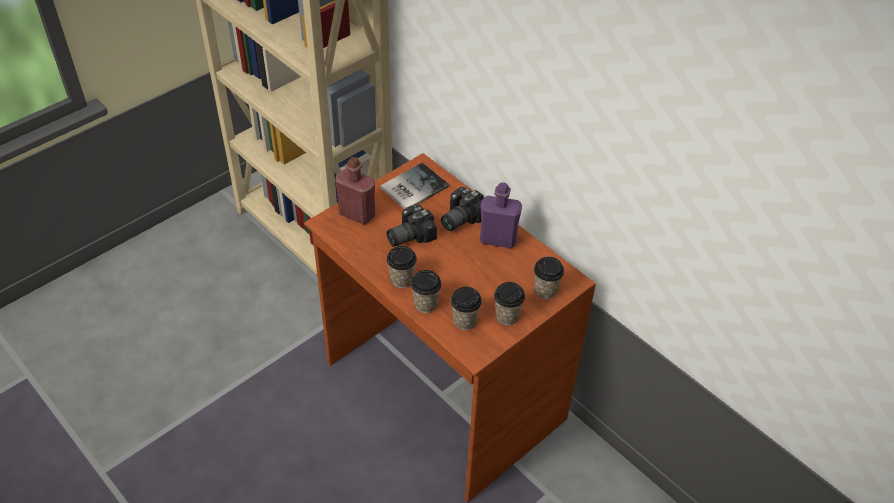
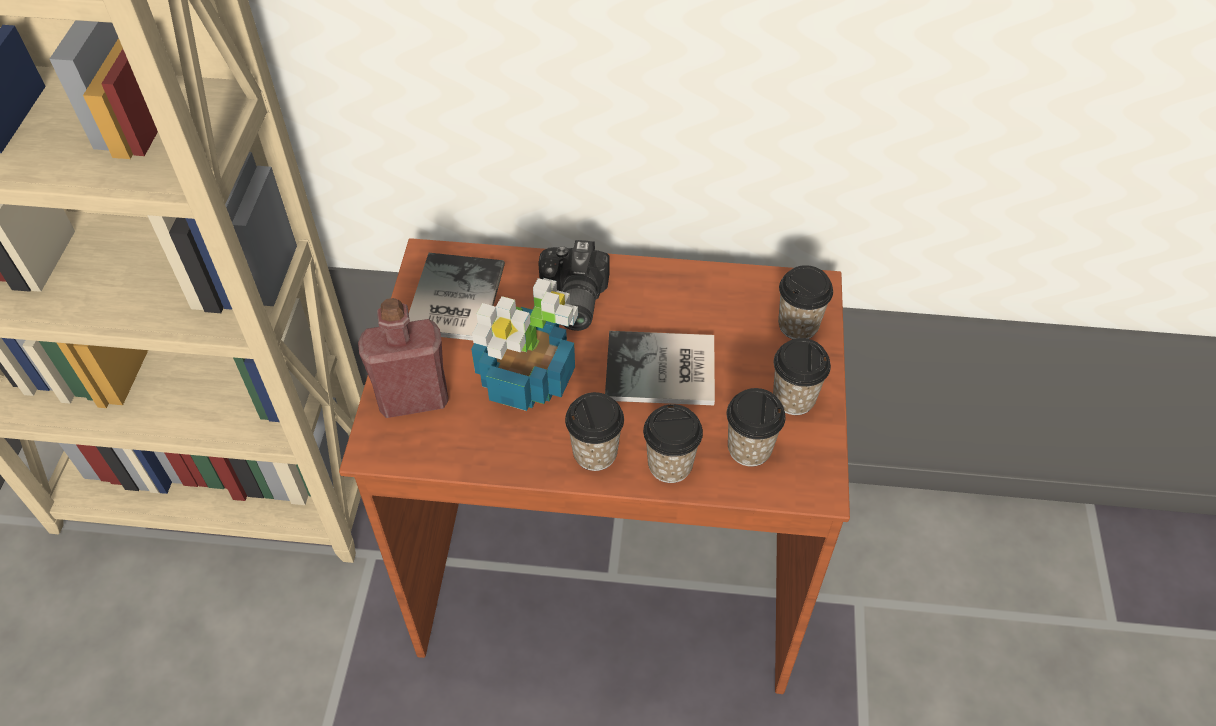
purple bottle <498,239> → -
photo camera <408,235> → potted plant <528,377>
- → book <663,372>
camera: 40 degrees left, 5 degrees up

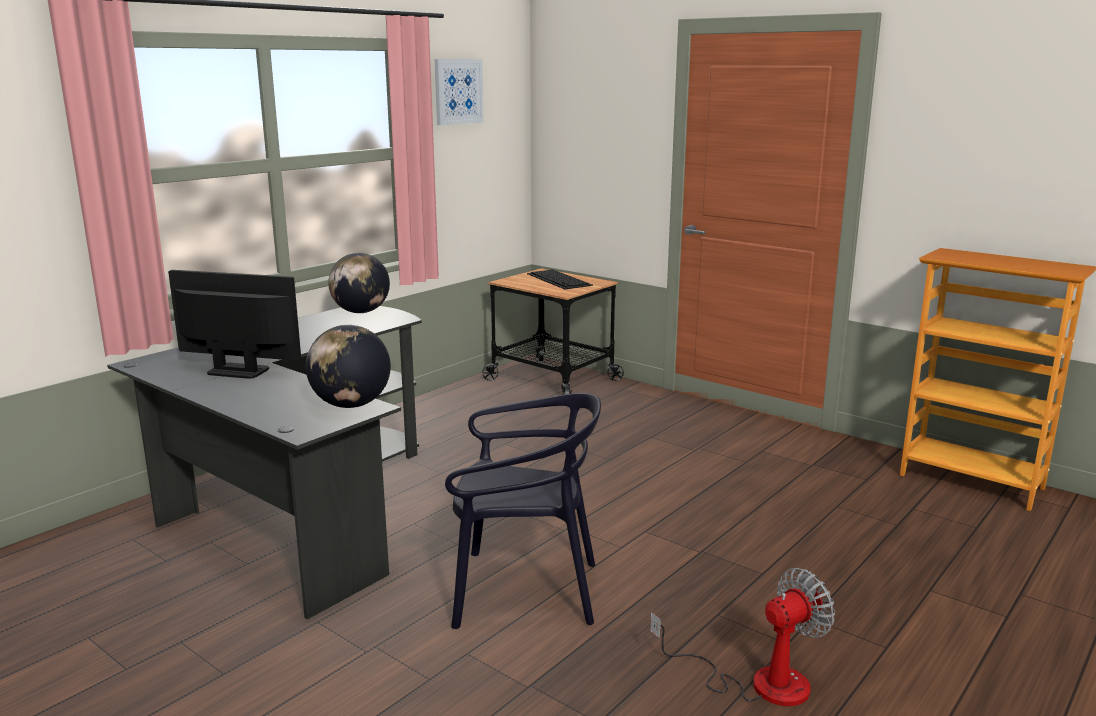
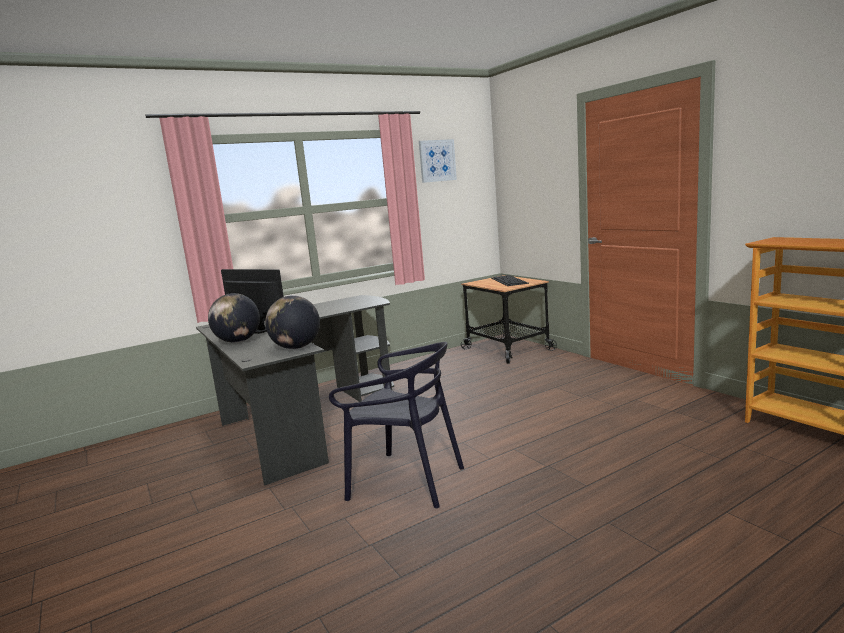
globe <361,312> → globe <238,341>, relocated
fan <758,682> → -
camera: 20 degrees right, 5 degrees down

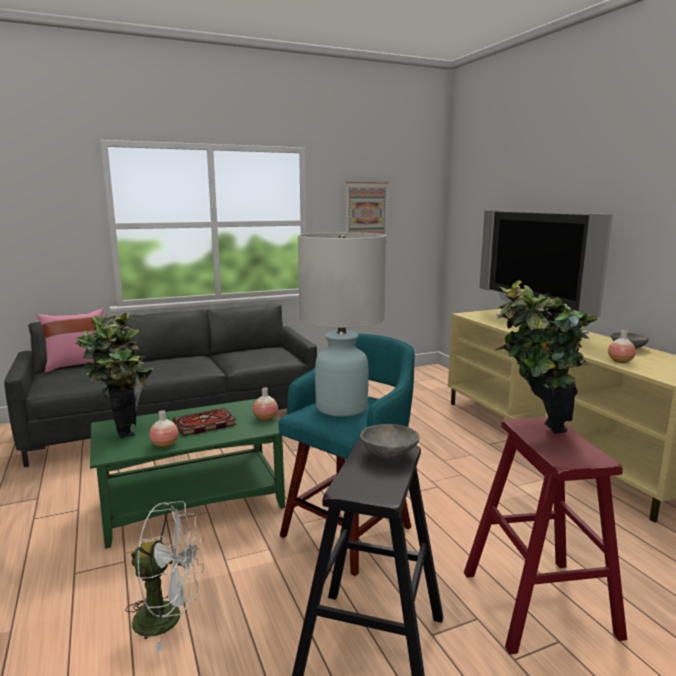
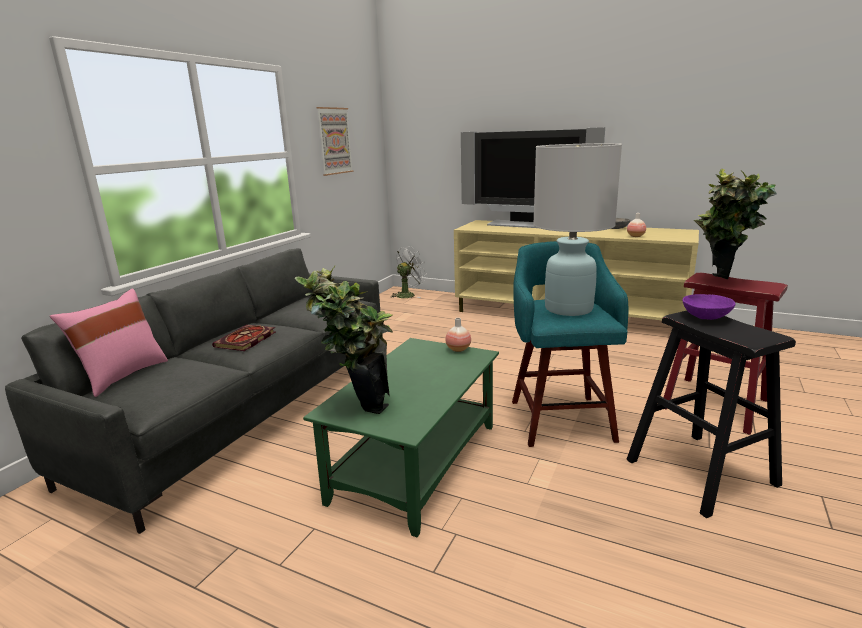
book <203,424> → book <245,340>, relocated
vase <164,445> → -
grey bowl <390,454> → purple bowl <706,317>
white fan <168,618> → white fan <408,294>, relocated
camera: 40 degrees left, 5 degrees up

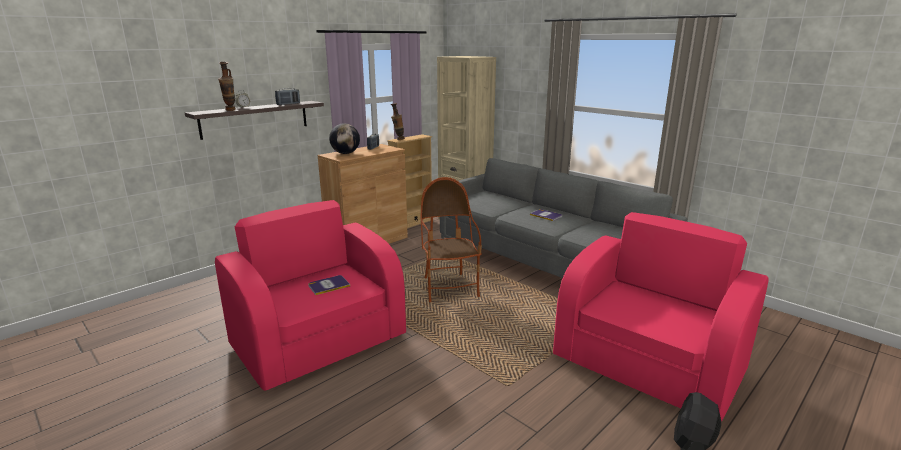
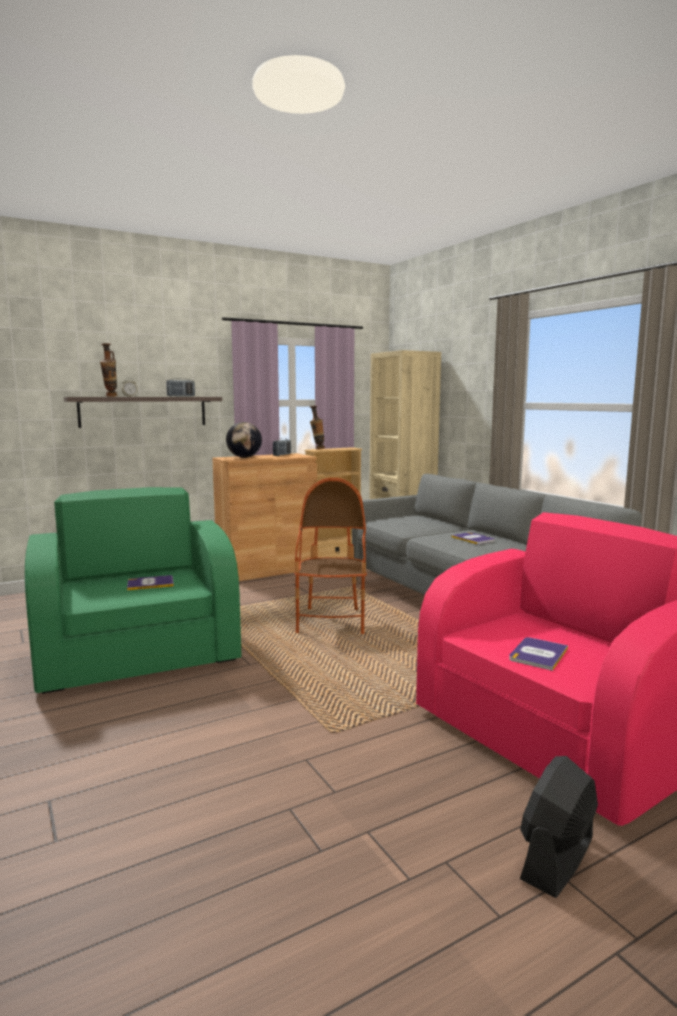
pink armchair <320,340> → green armchair <139,656>
- → book <538,654>
camera: 15 degrees right, 10 degrees down

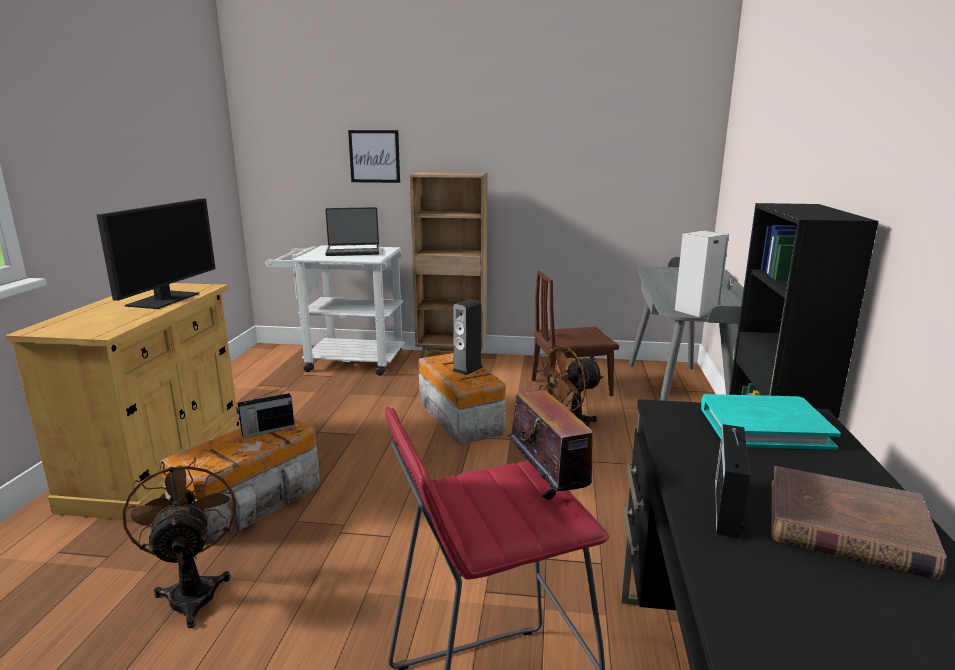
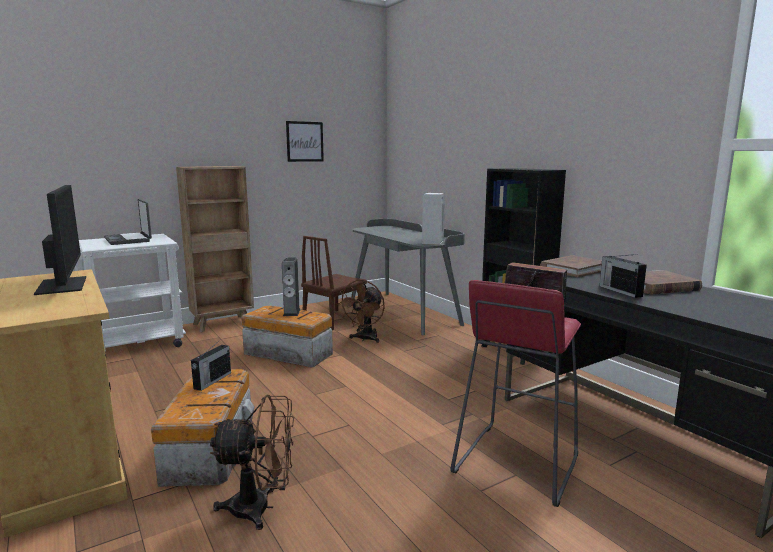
picture <374,156> → picture <304,141>, relocated
laptop <353,251> → laptop <129,240>, 105 degrees clockwise
turquoise book <764,427> → brown book <573,269>
brown fan <193,590> → brown fan <261,508>, 150 degrees clockwise
camera: 40 degrees left, 5 degrees down

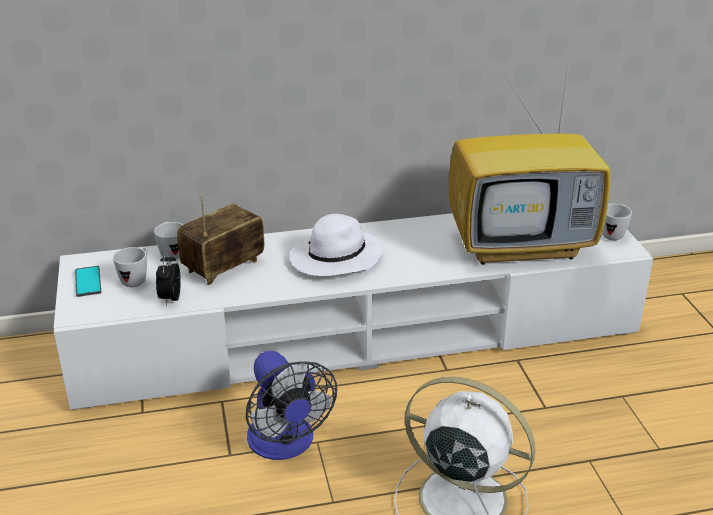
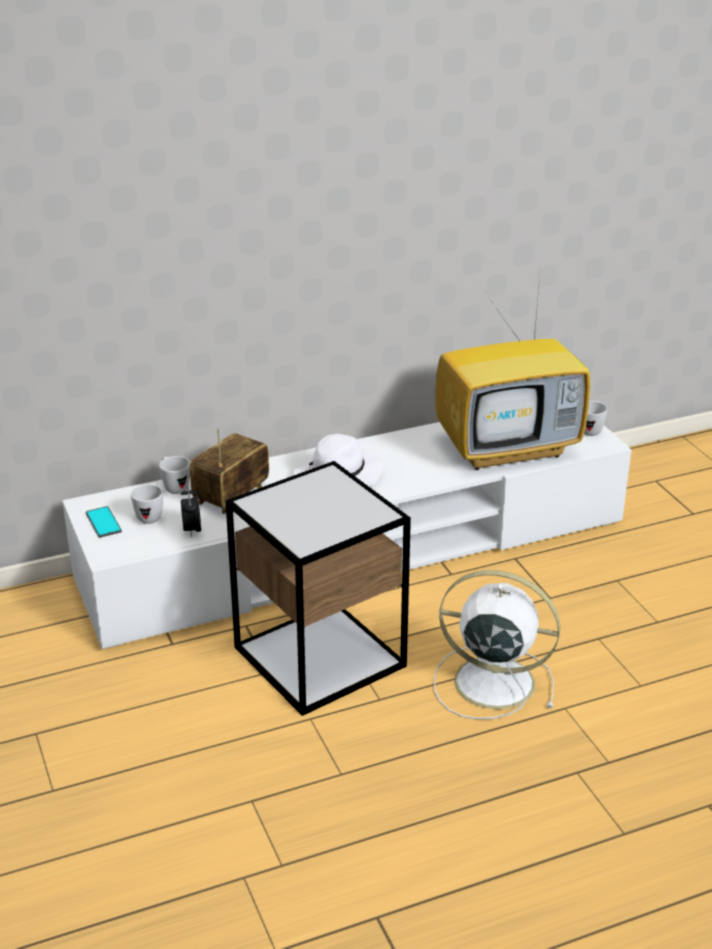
fan <285,444> → side table <319,656>
camera: 10 degrees left, 0 degrees up

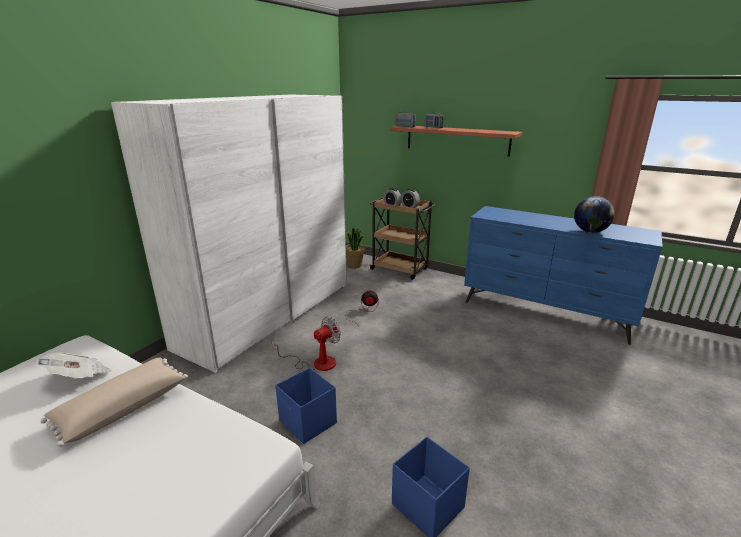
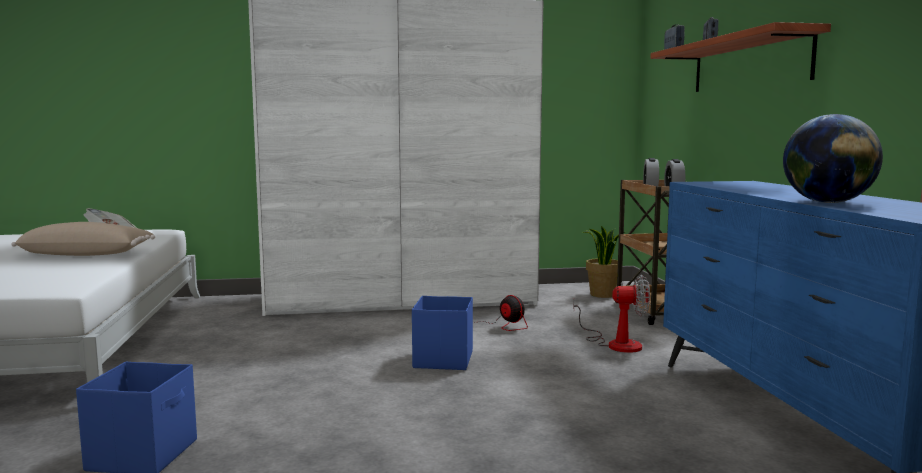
fan <316,363> → fan <616,343>, relocated
blue storage box <308,422> → blue storage box <442,360>, relocated
camera: 50 degrees right, 15 degrees down

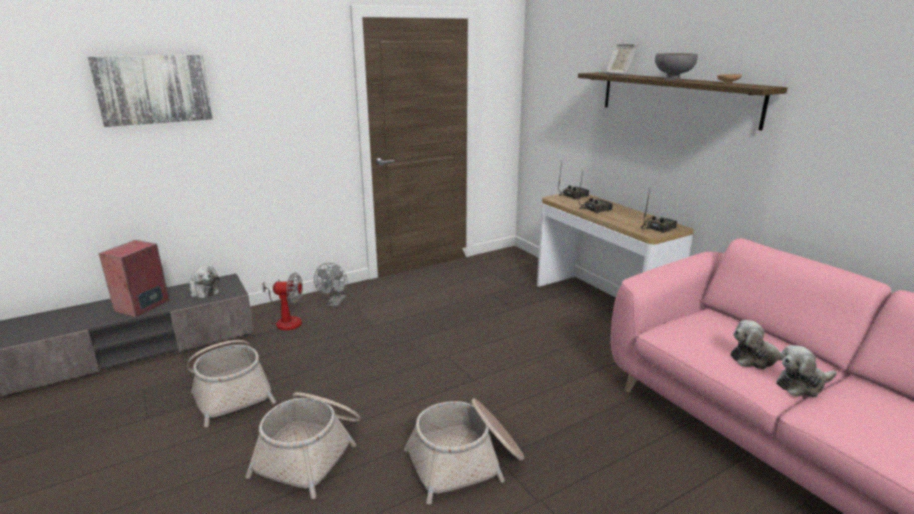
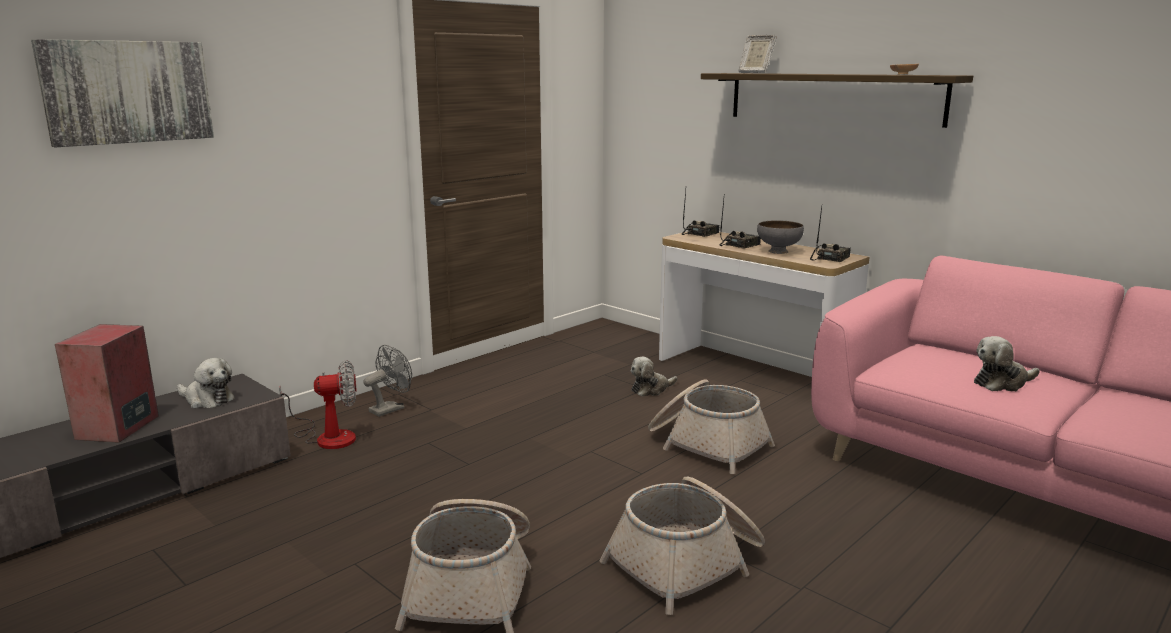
grey bowl <673,79> → grey bowl <779,251>, relocated
grey fan <335,303> → grey fan <391,408>, 135 degrees counterclockwise
basket <230,391> → basket <706,443>, relocated
plush toy <802,385> → plush toy <651,389>, relocated
camera: 15 degrees left, 5 degrees down

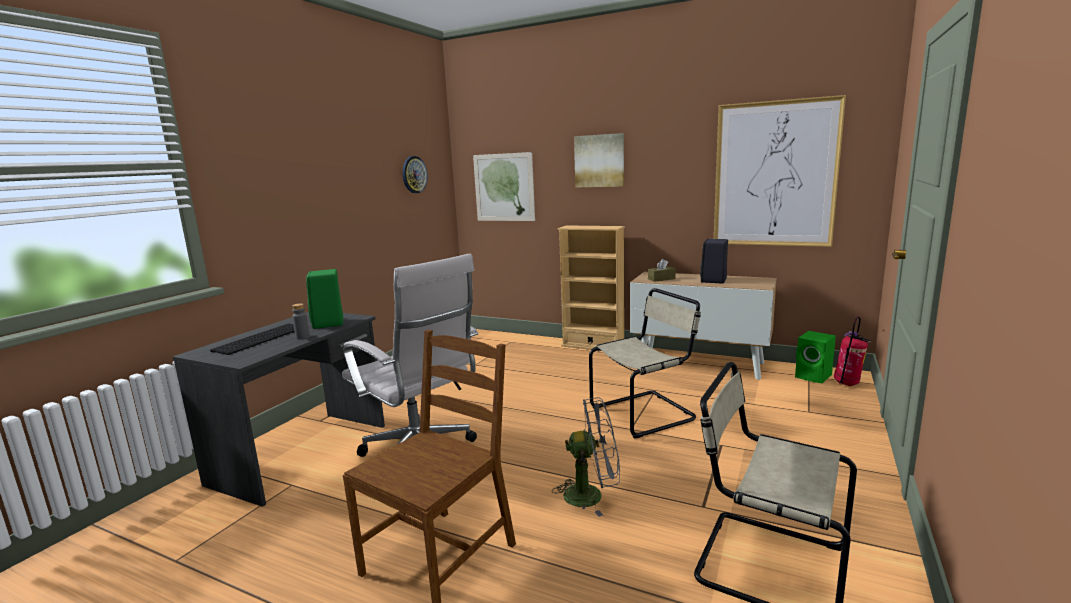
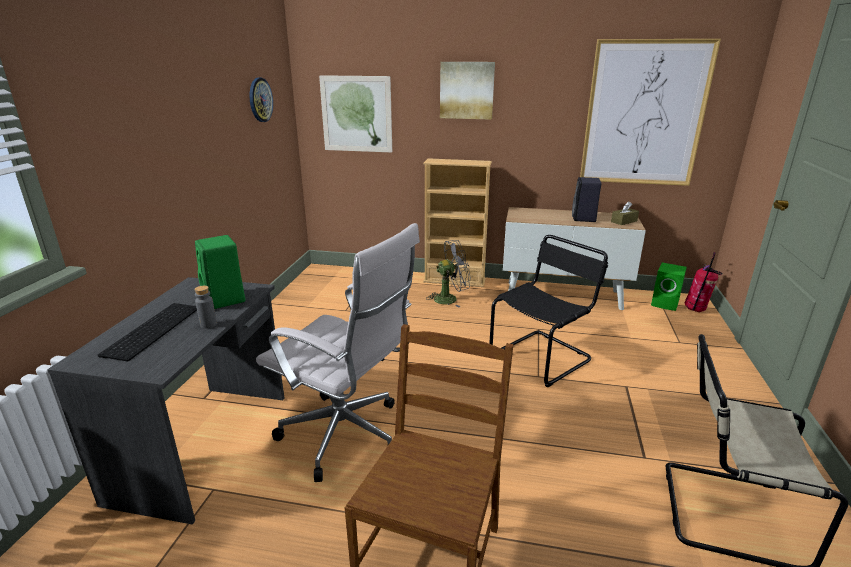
brown tissue box <661,279> → brown tissue box <624,221>, relocated
beige chair <646,413> → black chair <543,356>
grey fan <591,495> → grey fan <450,298>, relocated
camera: 15 degrees left, 10 degrees up

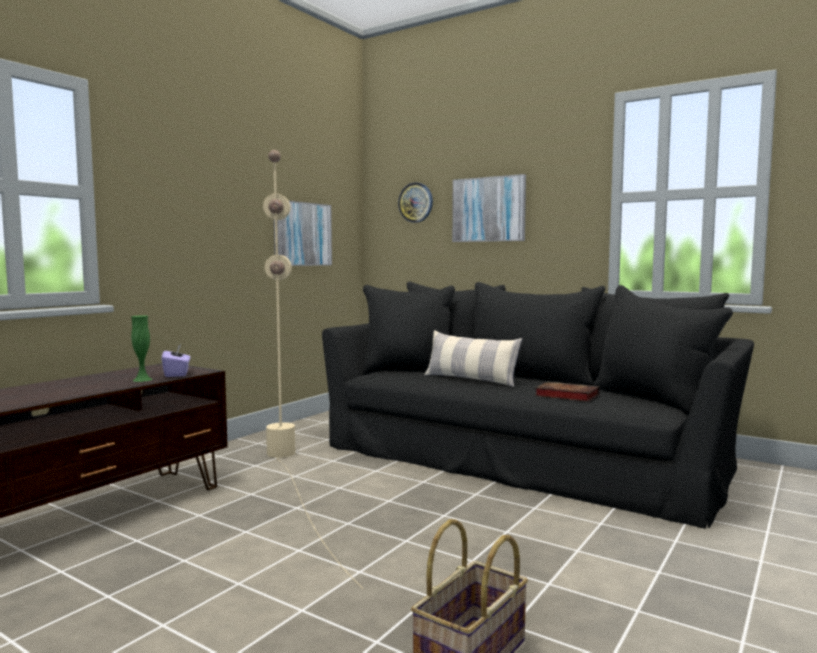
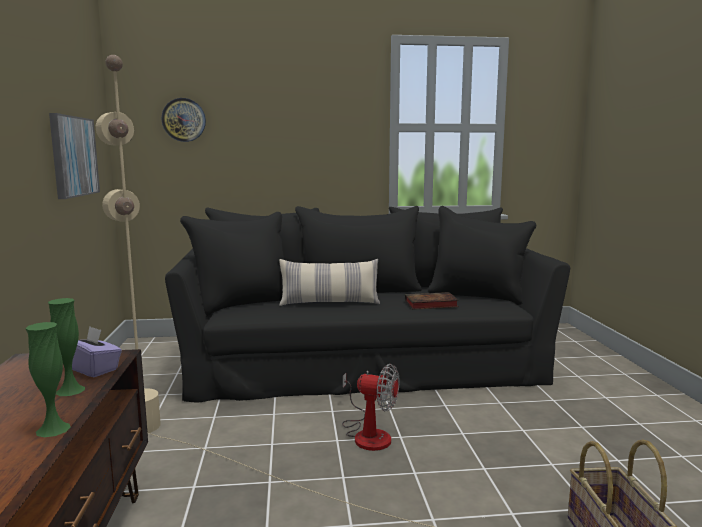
picture <489,209> → -
- → green vase <53,429>
- → fan <368,434>
camera: 40 degrees left, 5 degrees up

